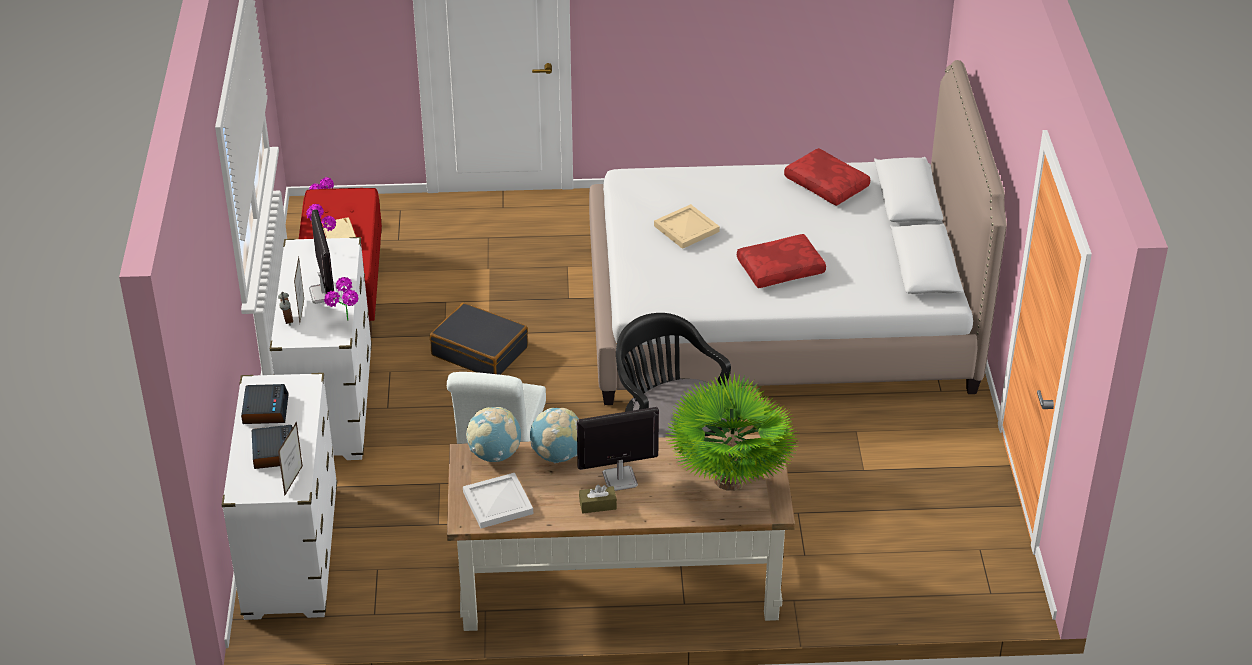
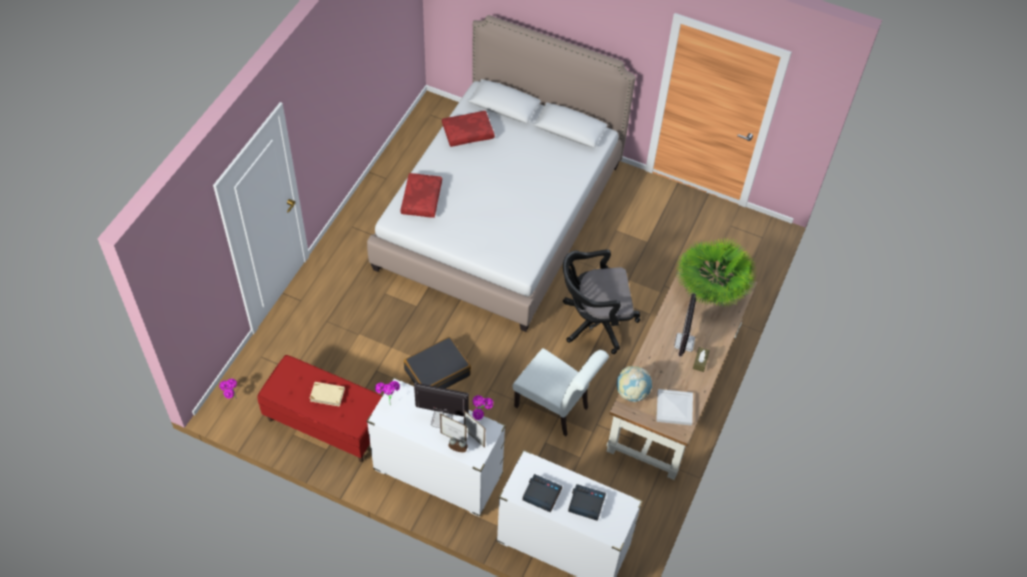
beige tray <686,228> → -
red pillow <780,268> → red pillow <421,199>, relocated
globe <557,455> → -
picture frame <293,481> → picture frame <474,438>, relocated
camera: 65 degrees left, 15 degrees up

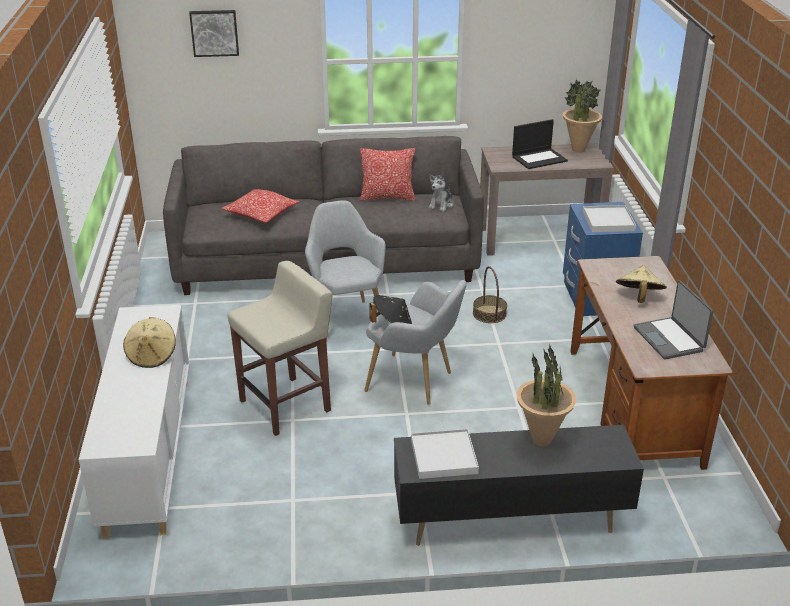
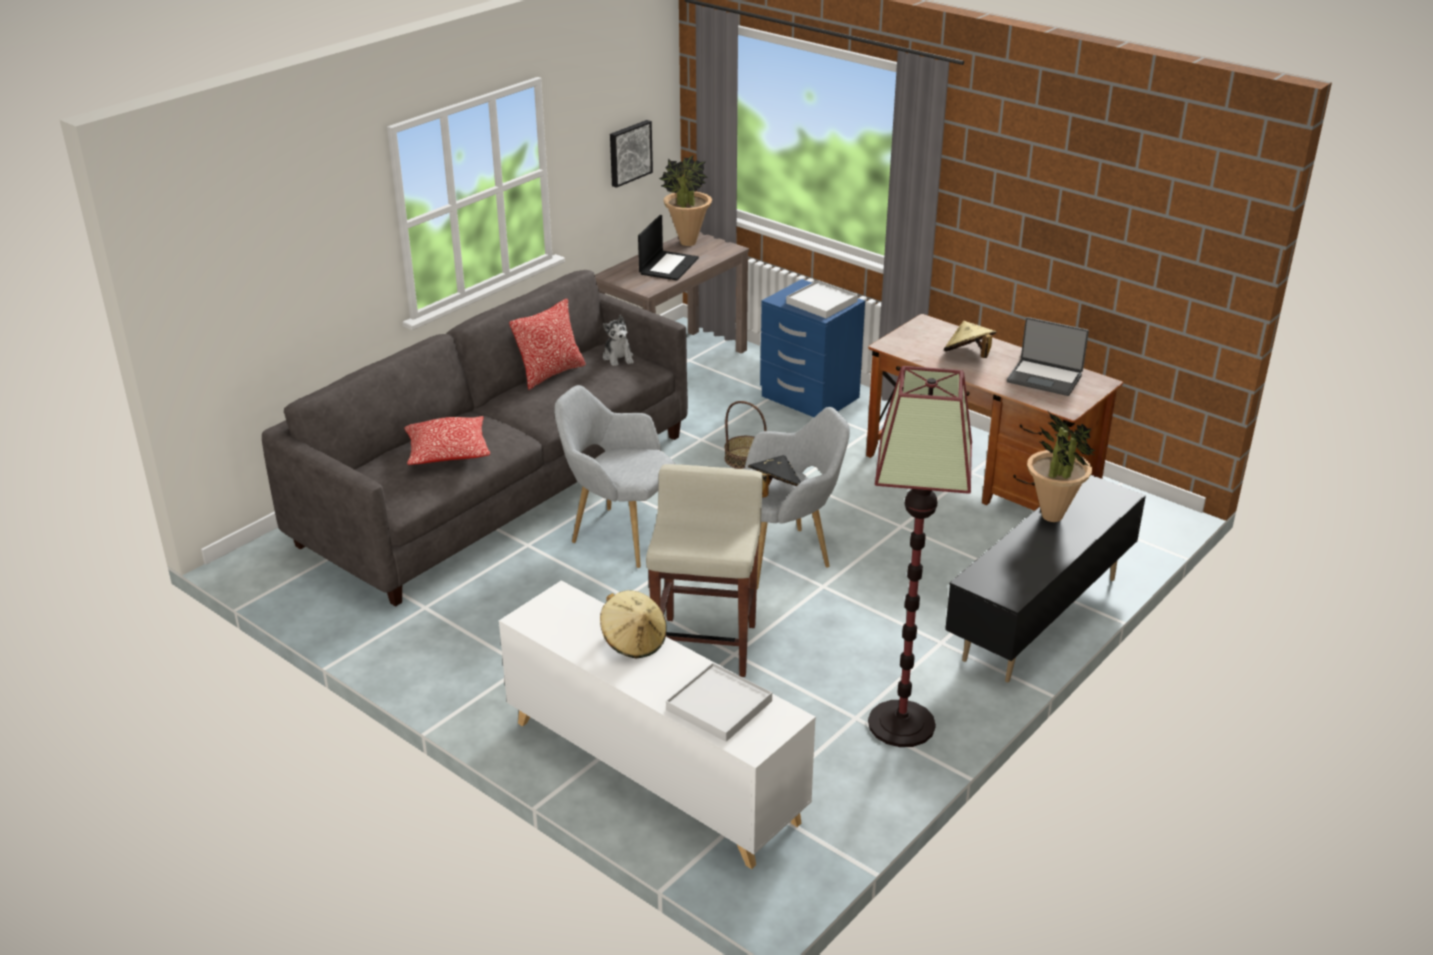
picture <214,32> → picture <629,152>, relocated
white tray <444,456> → white tray <719,705>, relocated
- → floor lamp <902,724>
camera: 45 degrees left, 0 degrees up

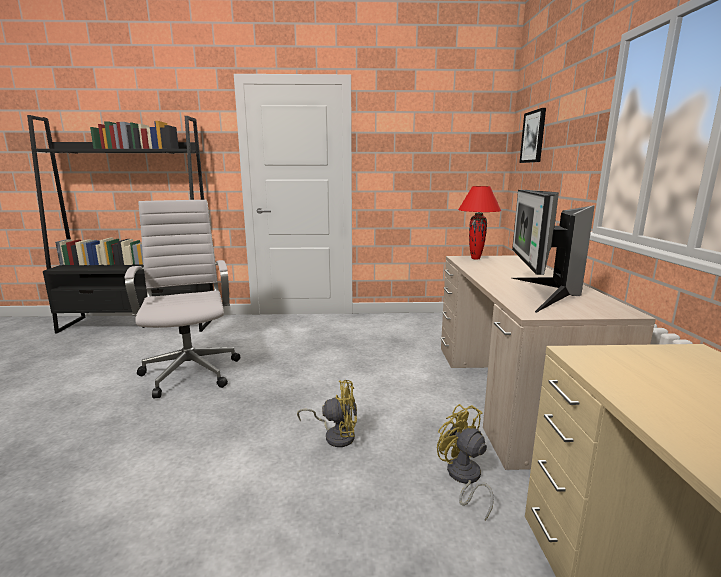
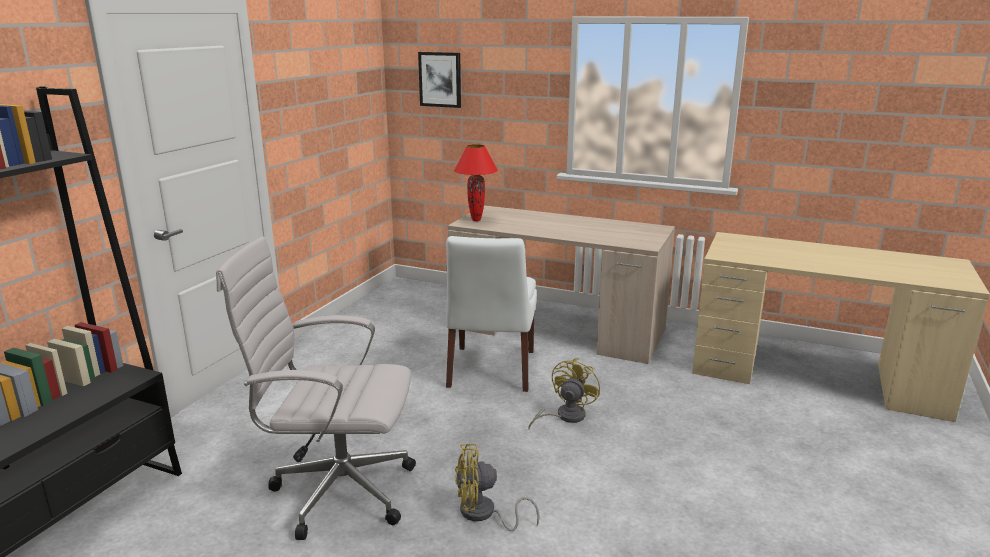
monitor <539,293> → -
yellow fan <463,478> → yellow fan <483,514>, relocated
- → white chair <491,370>
camera: 65 degrees left, 5 degrees up

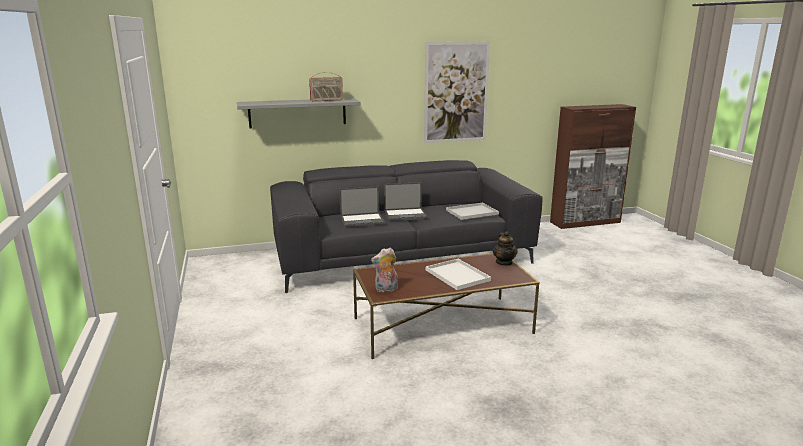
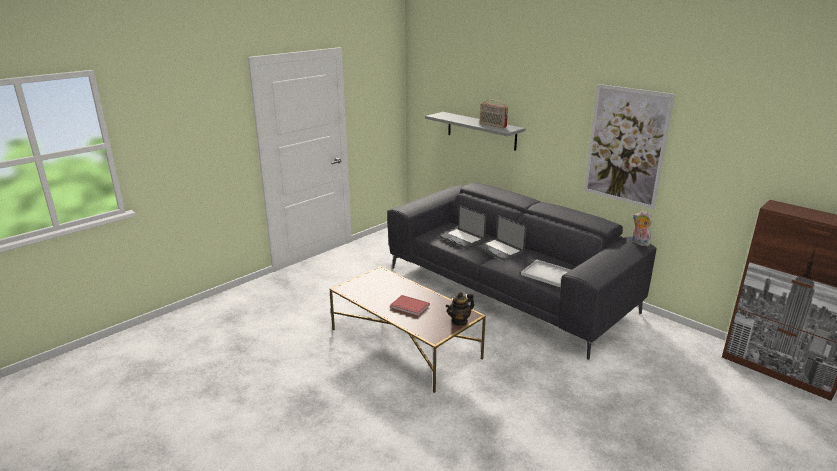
plush toy <386,290> → plush toy <639,243>, relocated
white tray <458,275> → red book <409,307>
camera: 60 degrees right, 5 degrees up

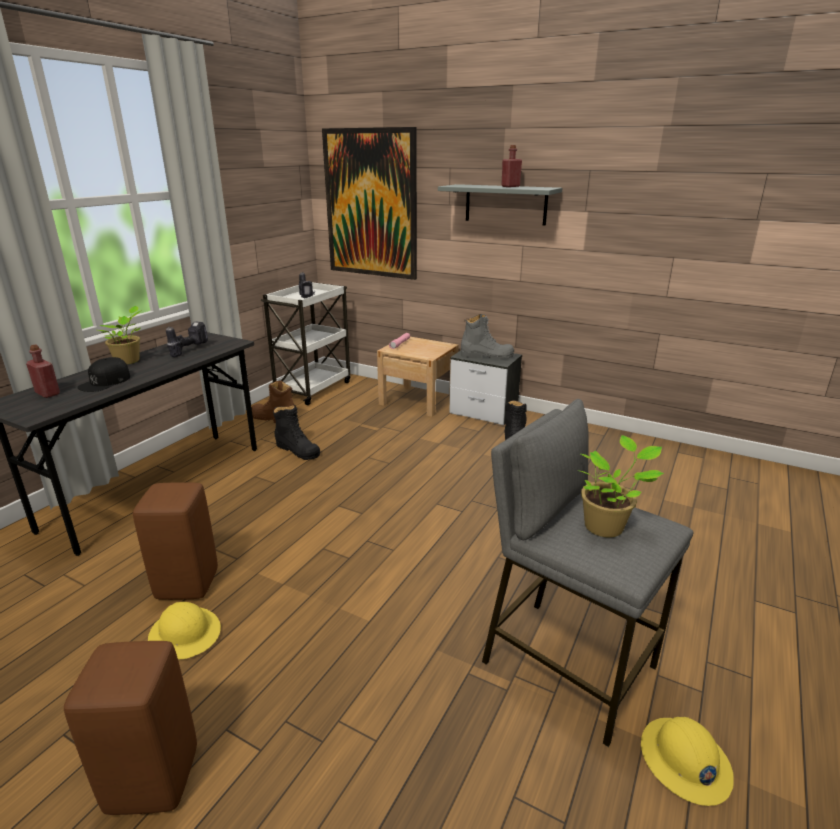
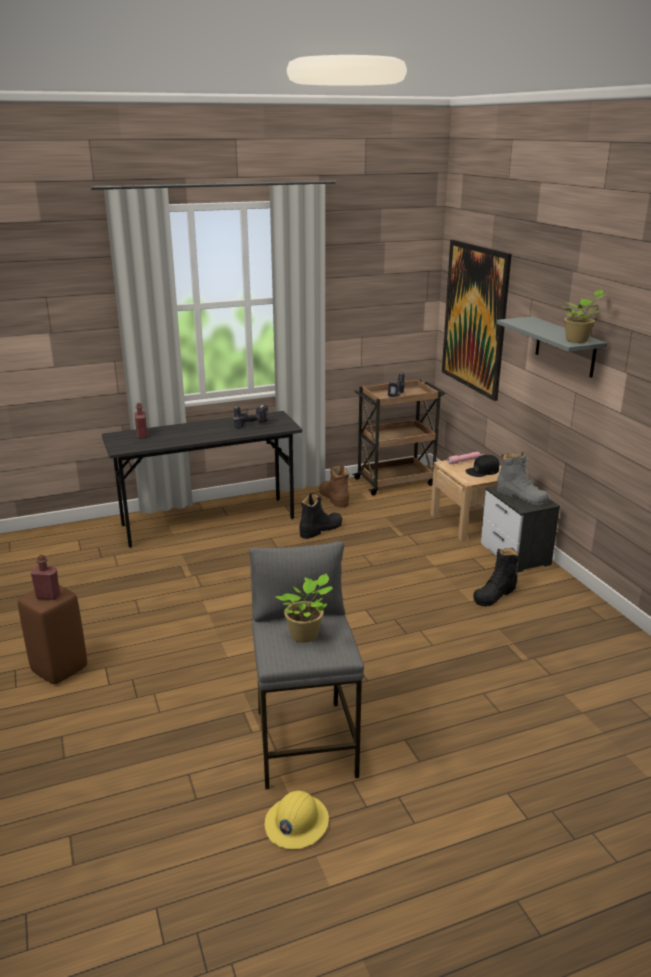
red bottle <510,186> → red bottle <48,596>, relocated
white cart <313,388> → brown cart <395,481>
potted plant <129,361> → potted plant <578,340>, relocated
black cap <105,382> → black cap <482,471>, relocated
black boot <297,450> → black boot <320,529>, 120 degrees counterclockwise
brown stool <187,584> → -
yellow hard hat <185,634> → -
camera: 40 degrees right, 0 degrees up

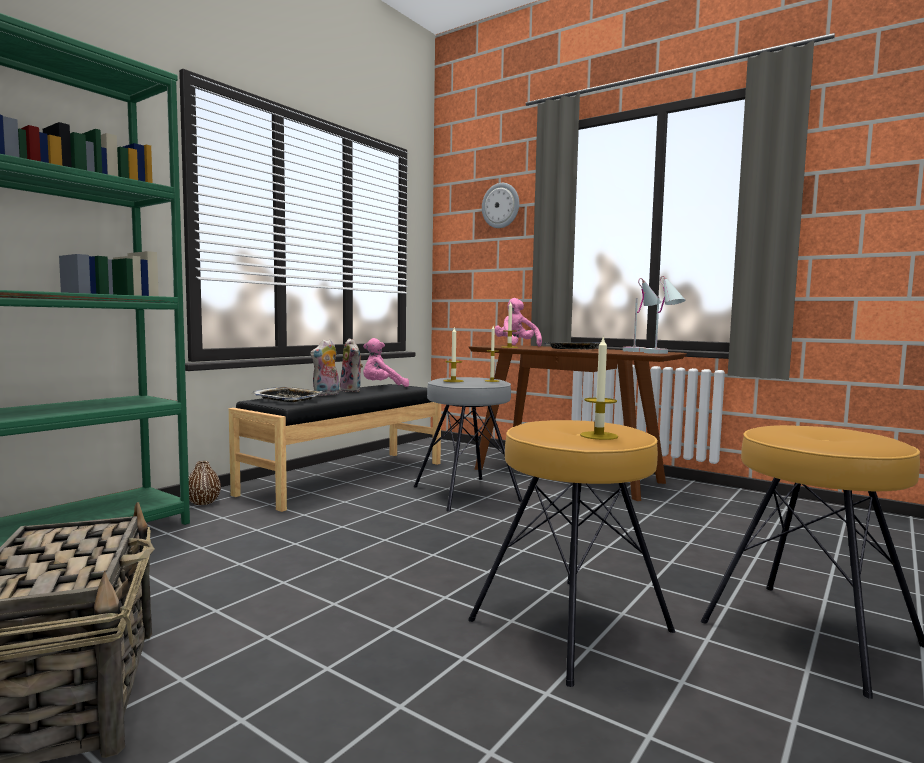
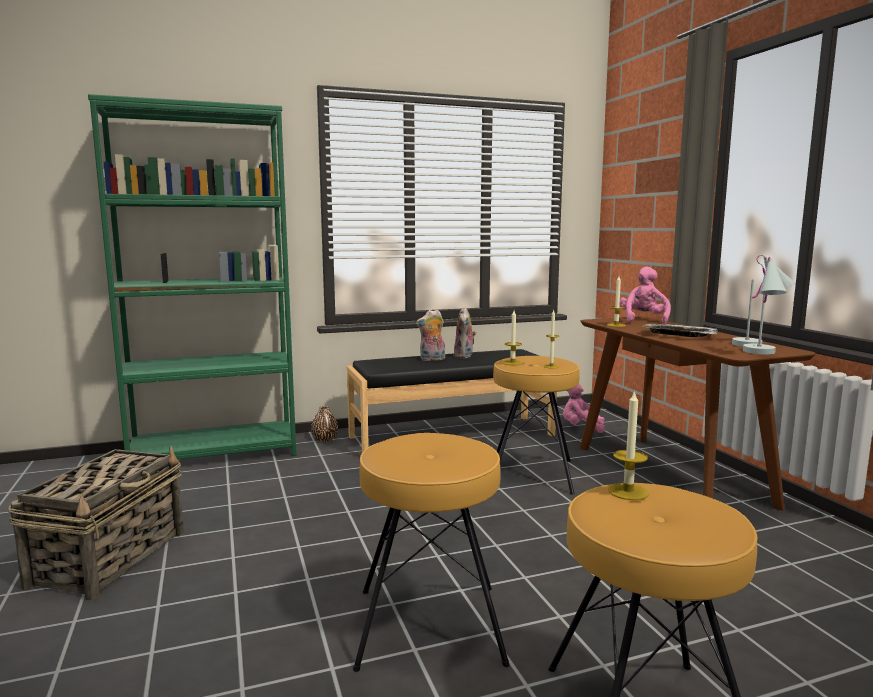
wall clock <501,205> → -
pink plush toy <382,387> → pink plush toy <580,428>, relocated
candle <599,436> → candle <628,492>, relocated
grey stool <466,493> → brown stool <532,474>
tray <287,399> → -
camera: 35 degrees right, 5 degrees up

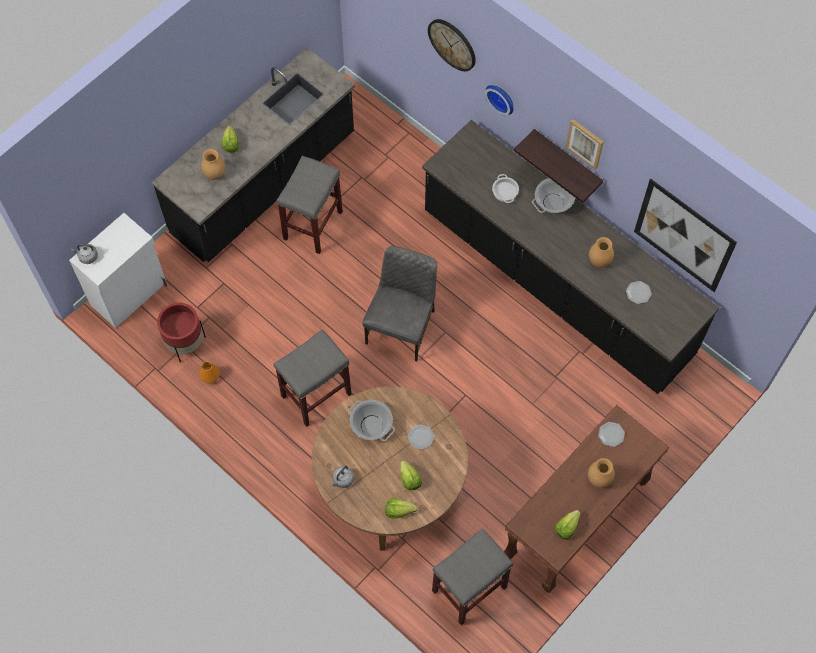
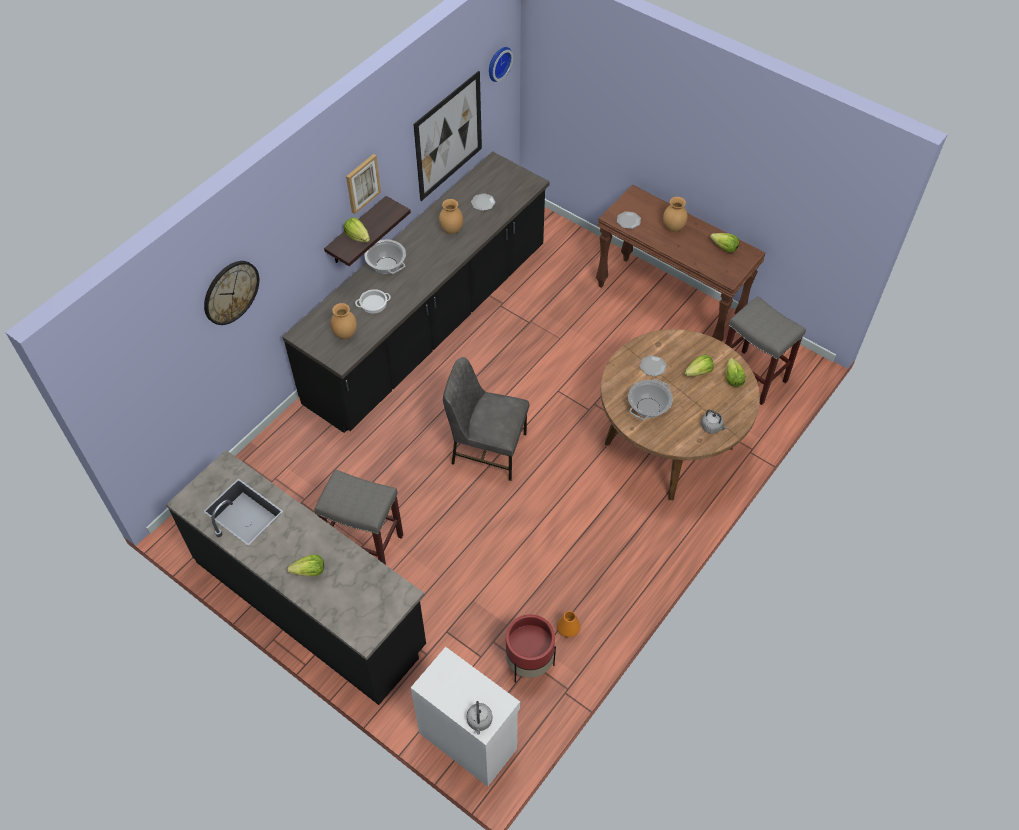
wall clock <501,98> → wall clock <497,63>, relocated
brown vase <215,174> → brown vase <346,334>, relocated
grey stool <316,394> → -
- → lettuce <357,237>
camera: 95 degrees left, 10 degrees down

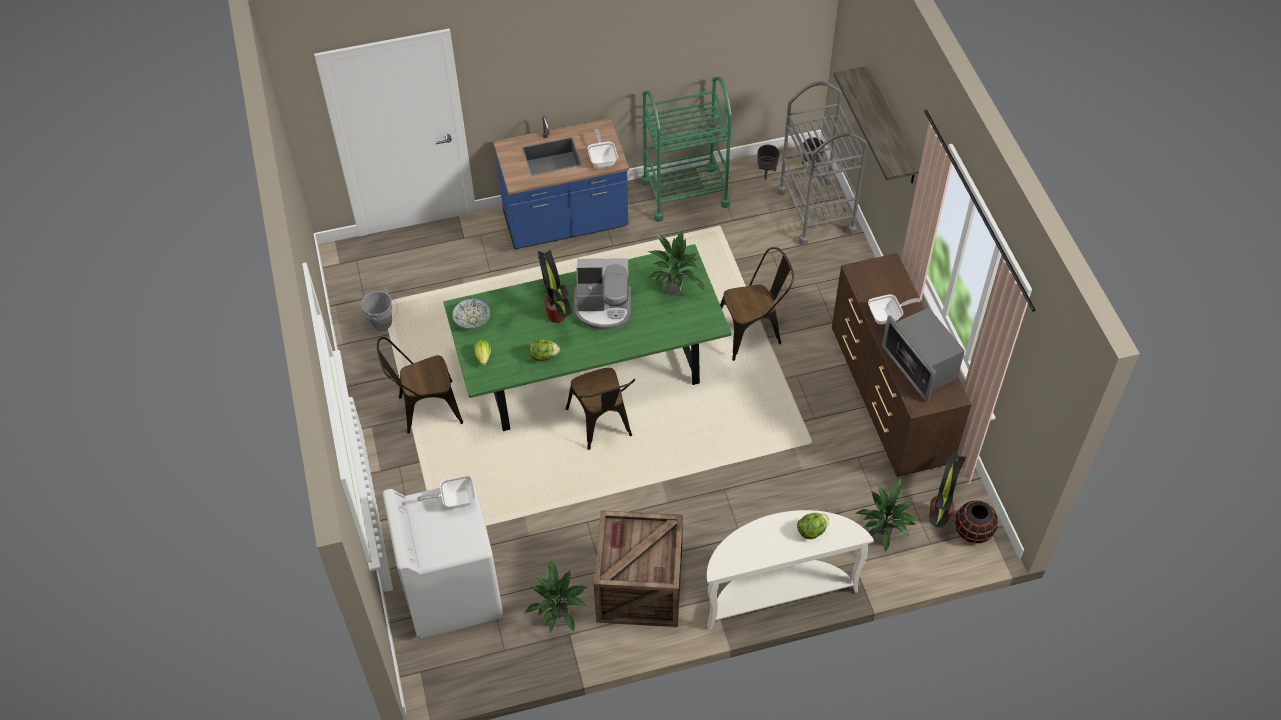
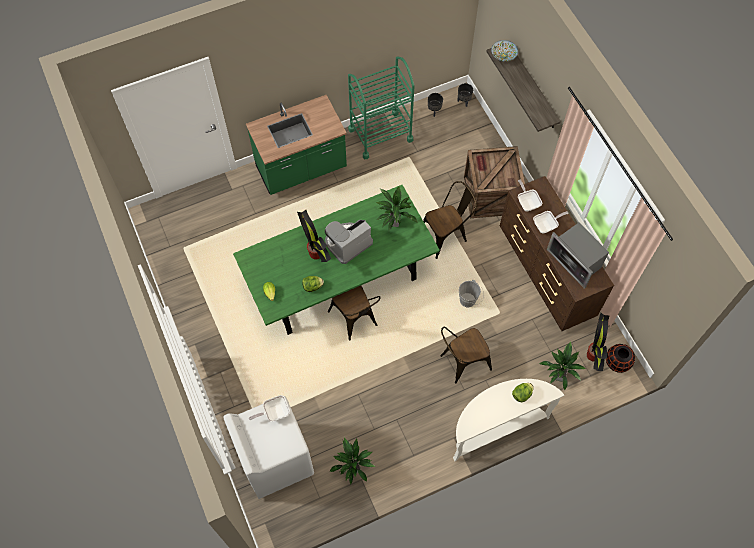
grey cart <816,211> → -
blue counter <565,223> → green counter <301,168>
frying pan <602,159> → frying pan <527,202>, relocated
coffee machine <603,308> → coffee machine <347,243>, 150 degrees clockwise
grey bucket <383,324> → grey bucket <469,301>, relocated
bowl <472,320> → bowl <503,56>, relocated
brown chair <424,409> → brown chair <461,362>, relocated
crate <638,587> → crate <489,194>, relocated
camera: 10 degrees left, 10 degrees up

